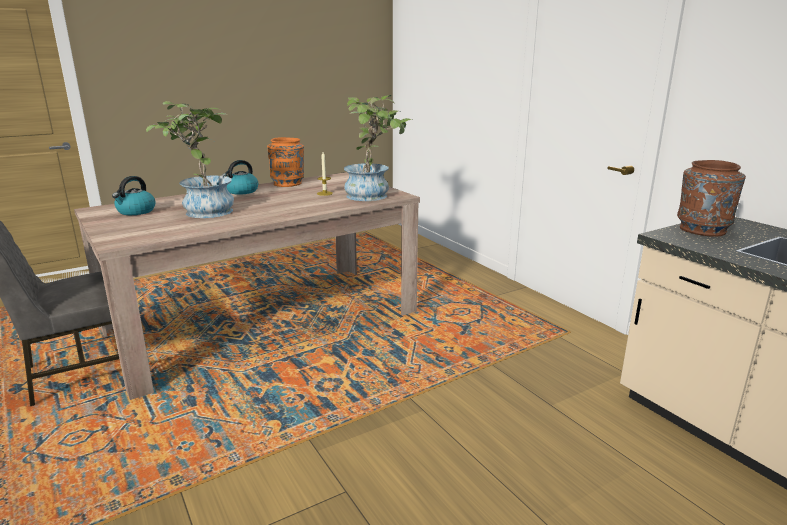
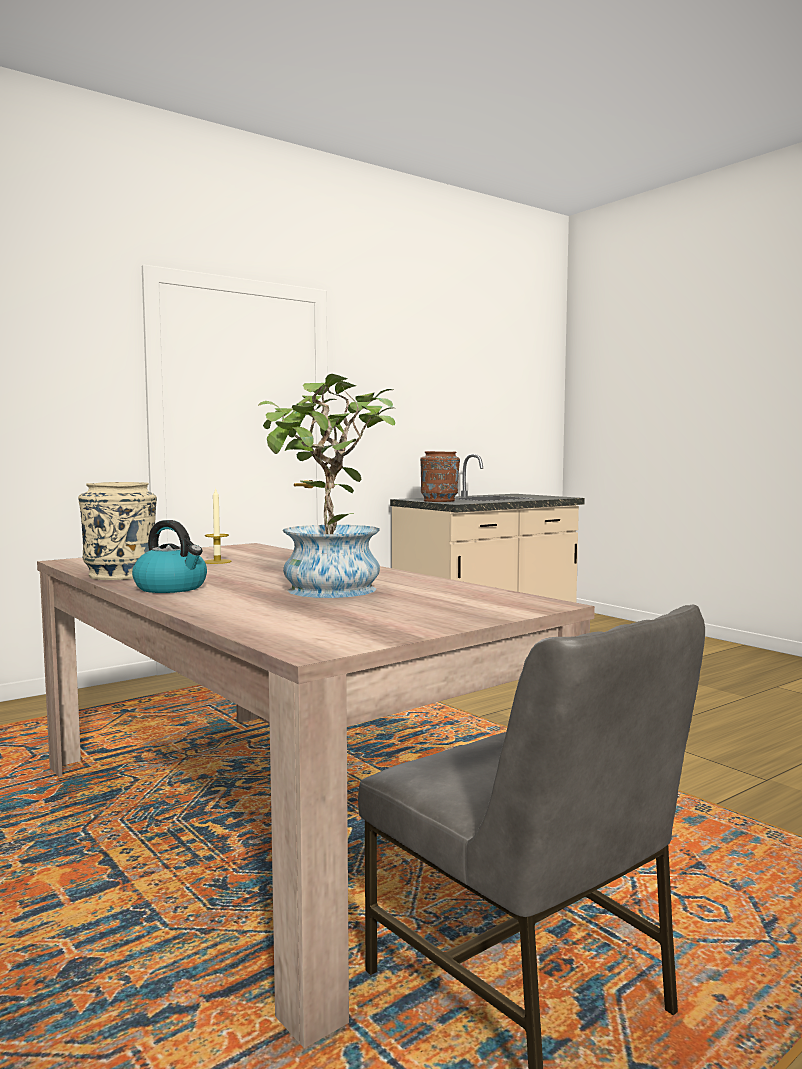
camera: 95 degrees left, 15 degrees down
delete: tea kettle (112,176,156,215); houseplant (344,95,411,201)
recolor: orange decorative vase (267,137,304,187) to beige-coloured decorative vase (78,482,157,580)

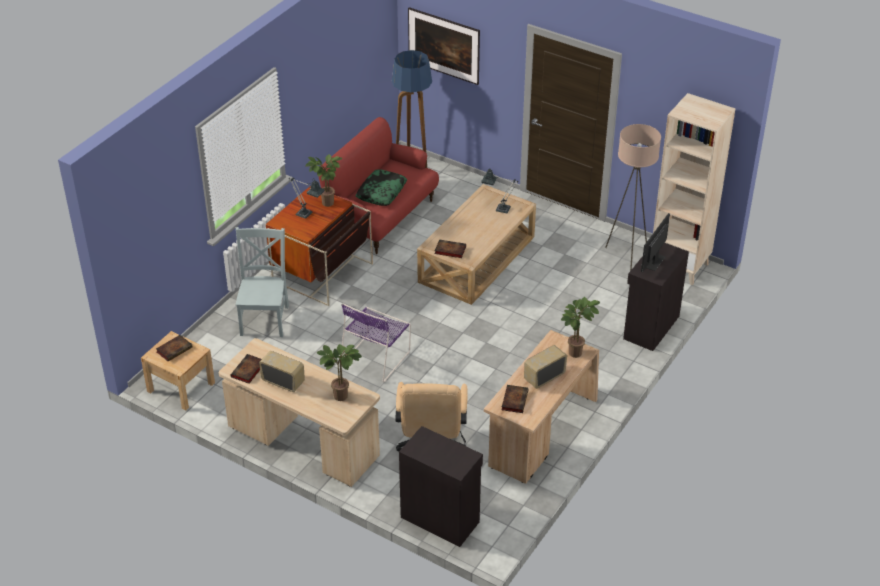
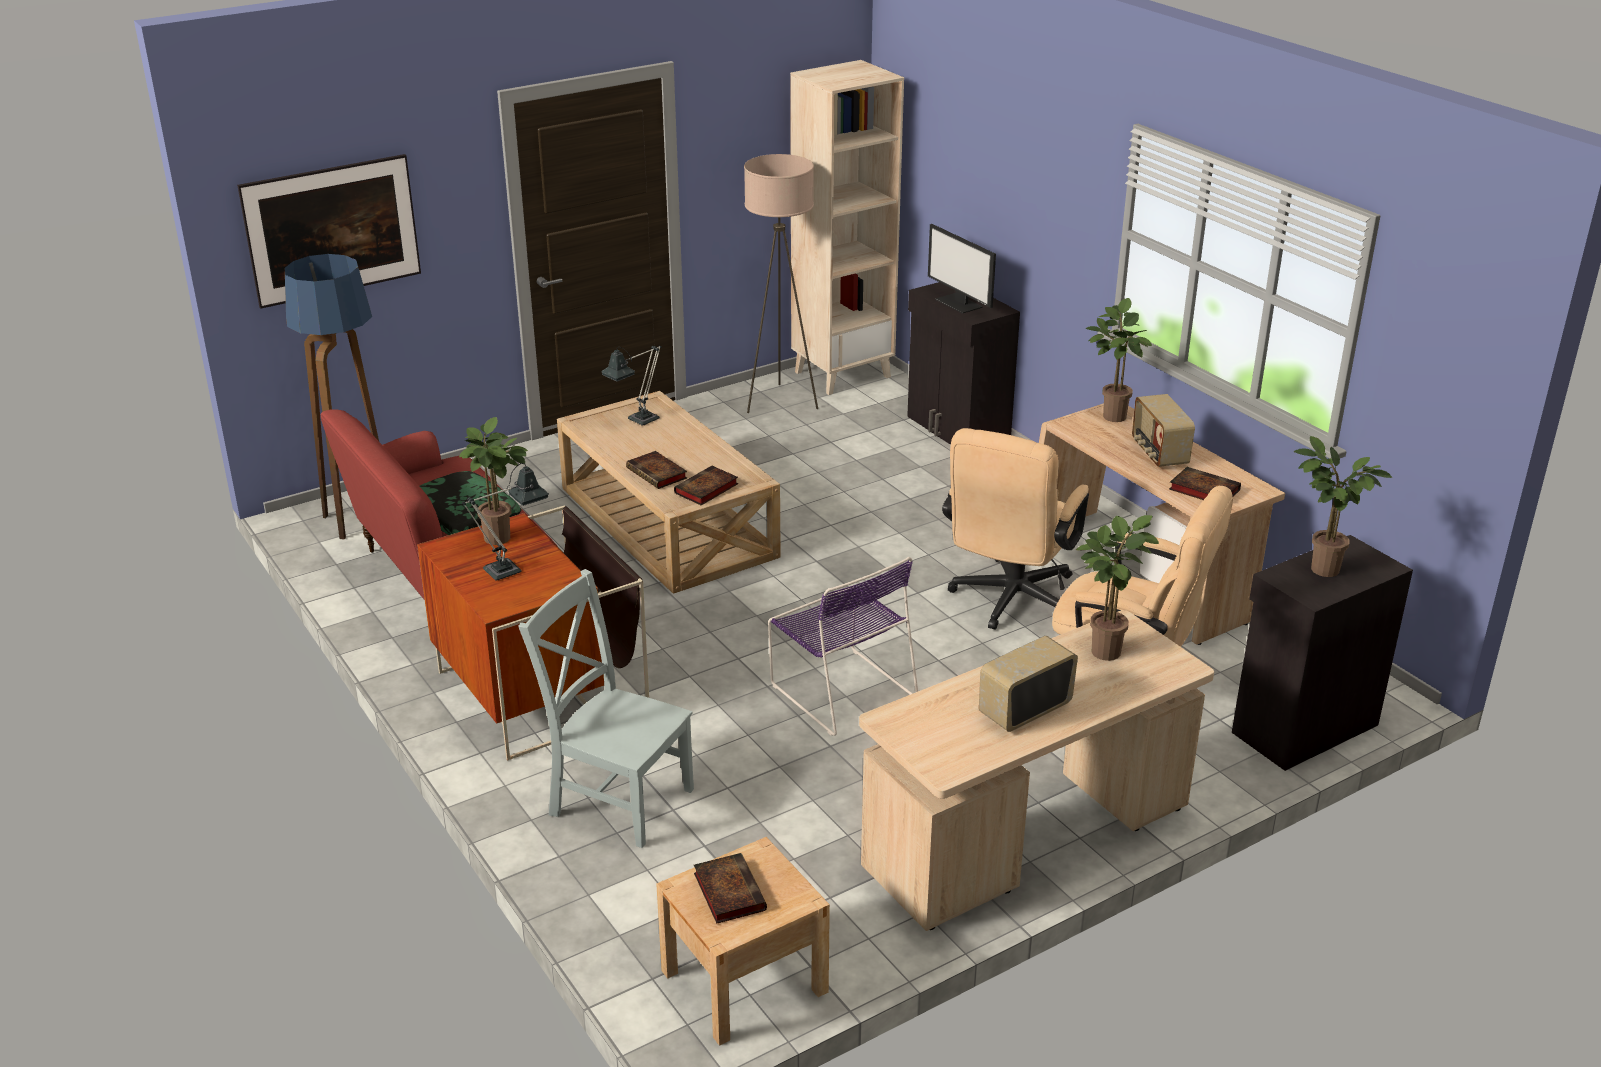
camera: 65 degrees left, 10 degrees down
insert: beige-coloured office chair (942,428,1089,630); houseplant (1294,436,1392,577)
move: book (231,354,262,384) to (626,451,687,489)

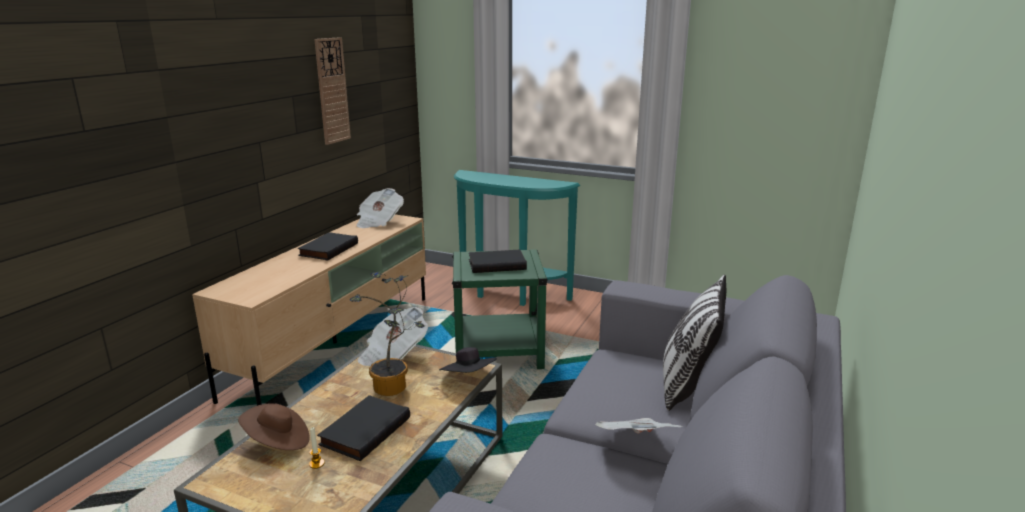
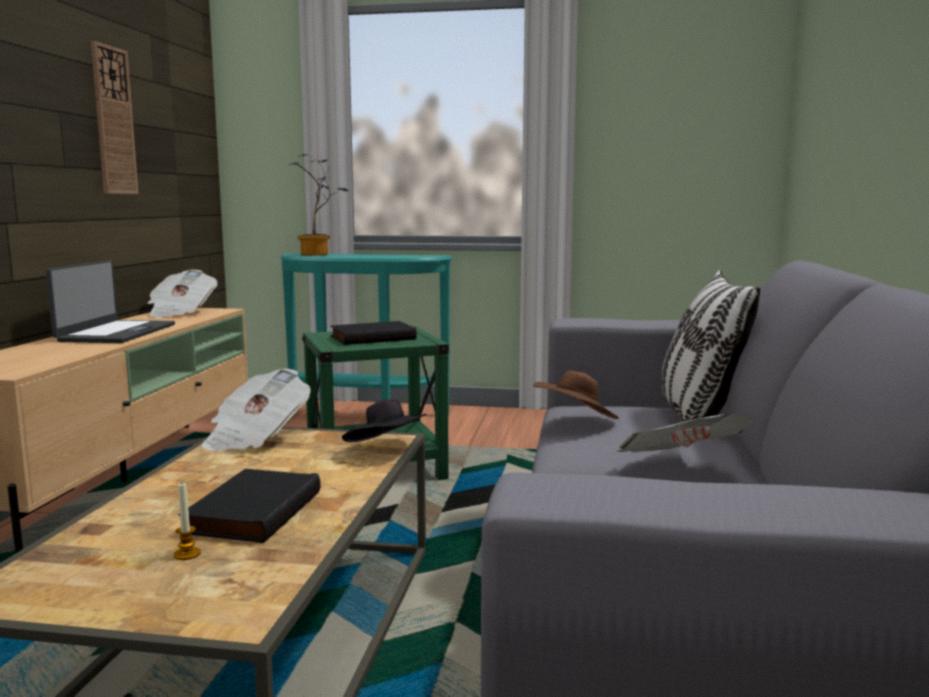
camera: 15 degrees left, 10 degrees down
move: houseplant (350,272,425,396) to (288,154,348,256); brown-coloured wearable hat (238,403,310,450) to (533,370,619,419)
replace: black book (298,232,358,260) to laptop (46,260,175,343)

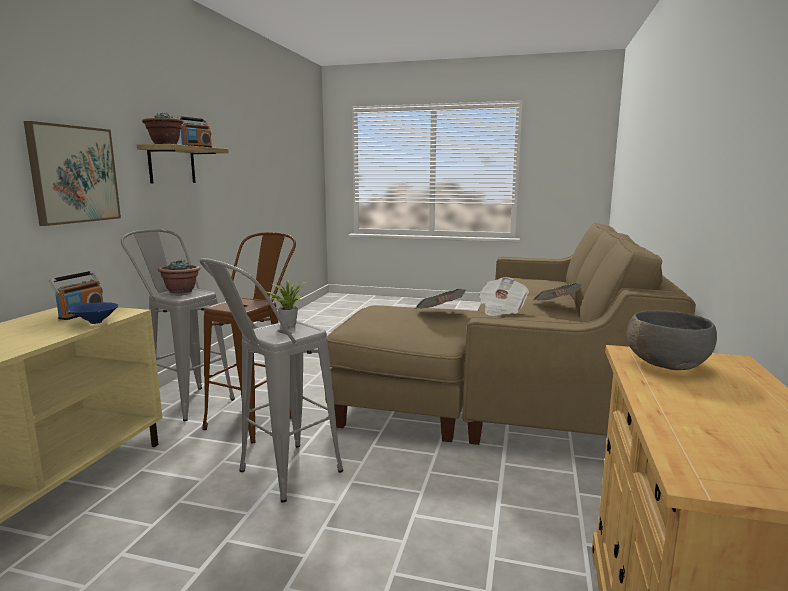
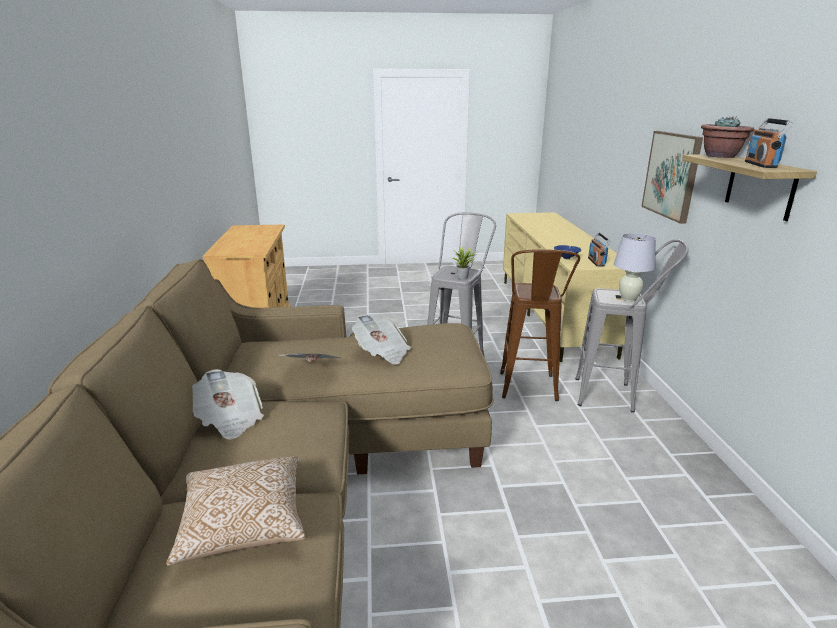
camera: 160 degrees right, 10 degrees up
delete: gray deep dish (627,310,717,370)
insert: pillow (166,456,305,566)
replace: houseplant (158,259,201,293) to whitish tabletop lamp (614,233,656,302)

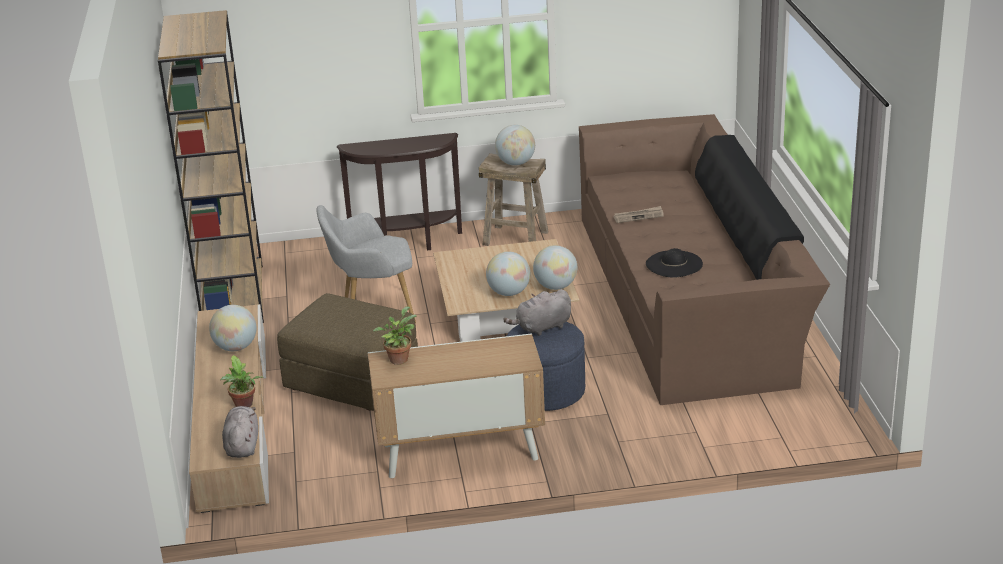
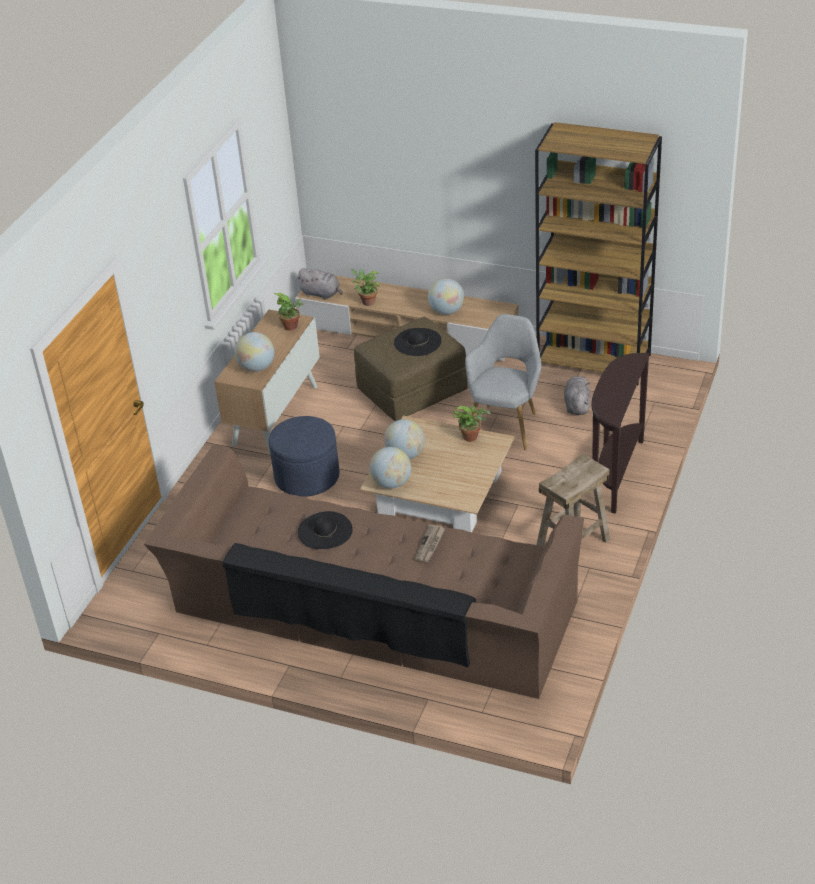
camera: 120 degrees right, 10 degrees up
insert: black wearable hat (394,328,442,356); houseplant (453,406,491,442)
move: world globe (495,125,535,166) to (235,332,274,372); gray soft toy (503,289,571,336) to (564,376,590,415)

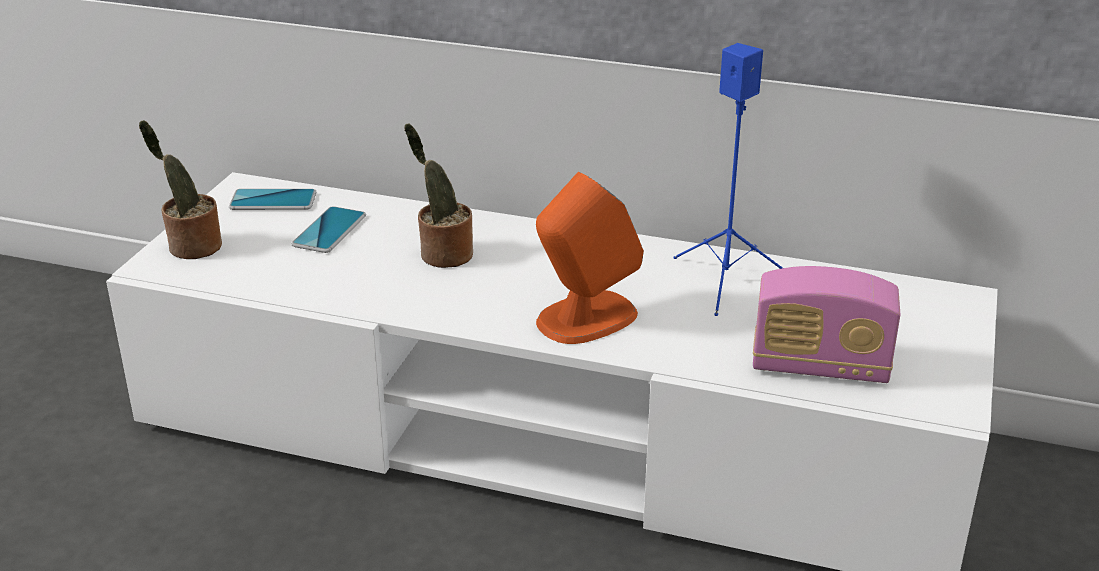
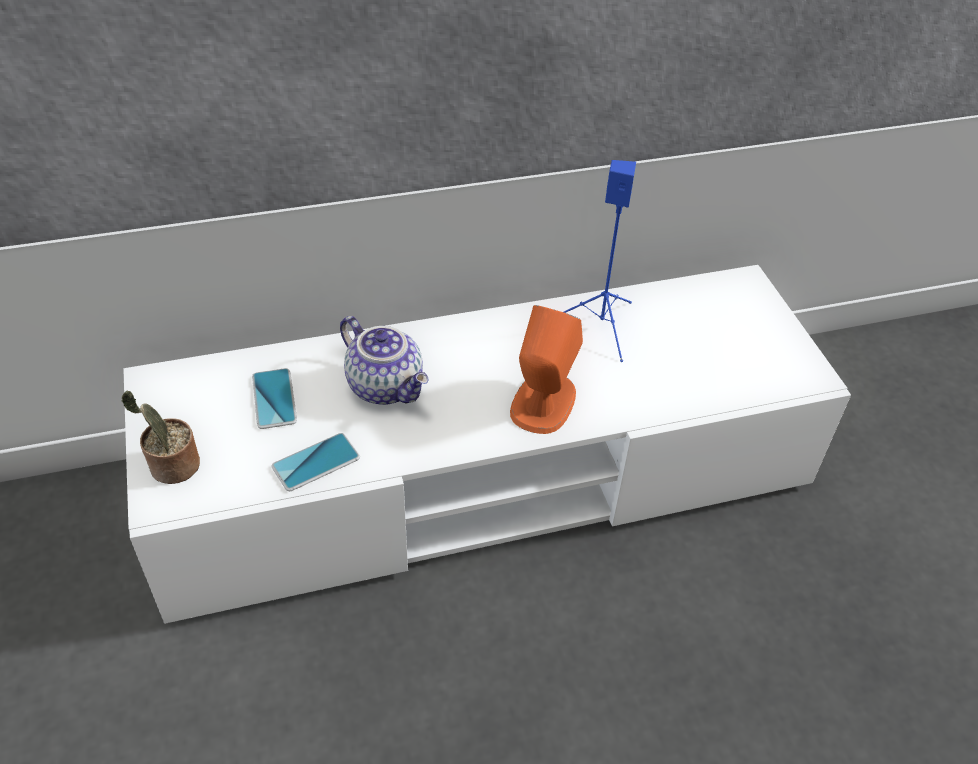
camera: 35 degrees left, 15 degrees up
delete: radio receiver (753,266,900,383)
move: telephone (229,189,316,210) to (272,433,360,491)
replace: houseplant (404,123,473,268) to teapot (340,316,428,405)

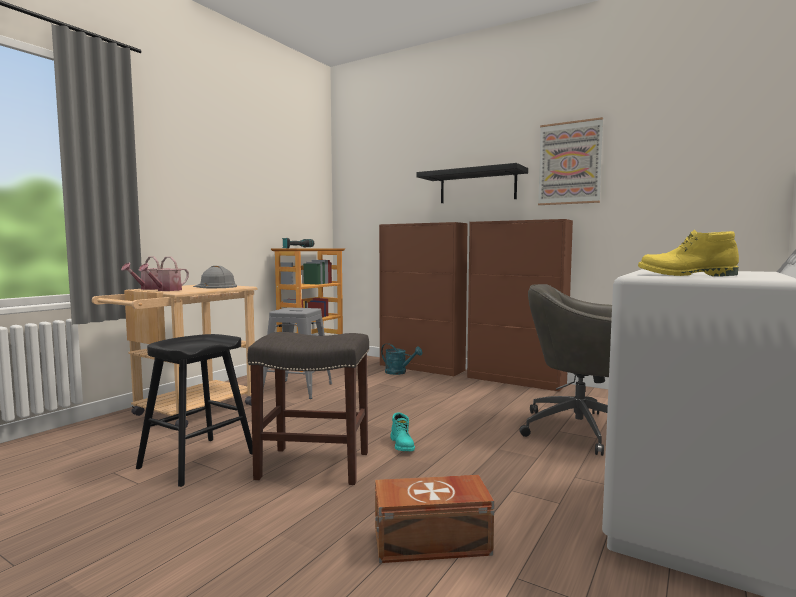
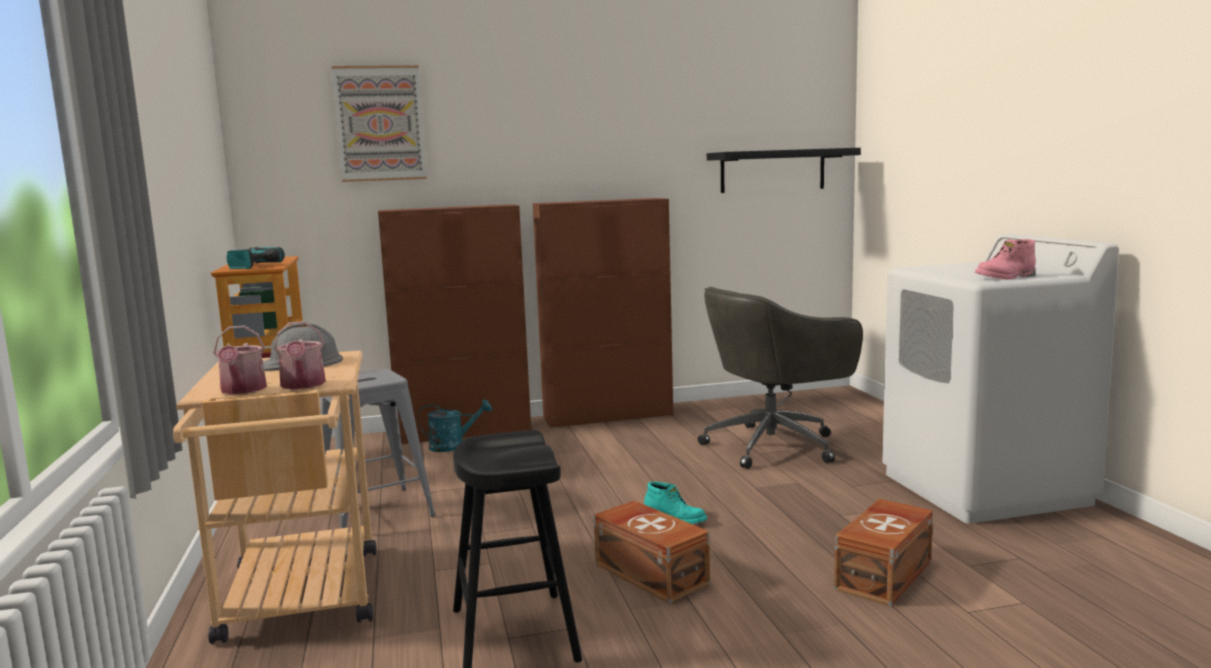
camera: 45 degrees left, 5 degrees up
move: wall art (538,117,603,205) to (332,65,427,182); black shelf (416,163,528,203) to (707,148,861,193)
replace: gray stool seat (248,332,369,485) to brown-coloured storage container (594,501,710,603)
recolor: yellowish boot (638,230,739,276) to pink-coloured boot (975,239,1036,279)

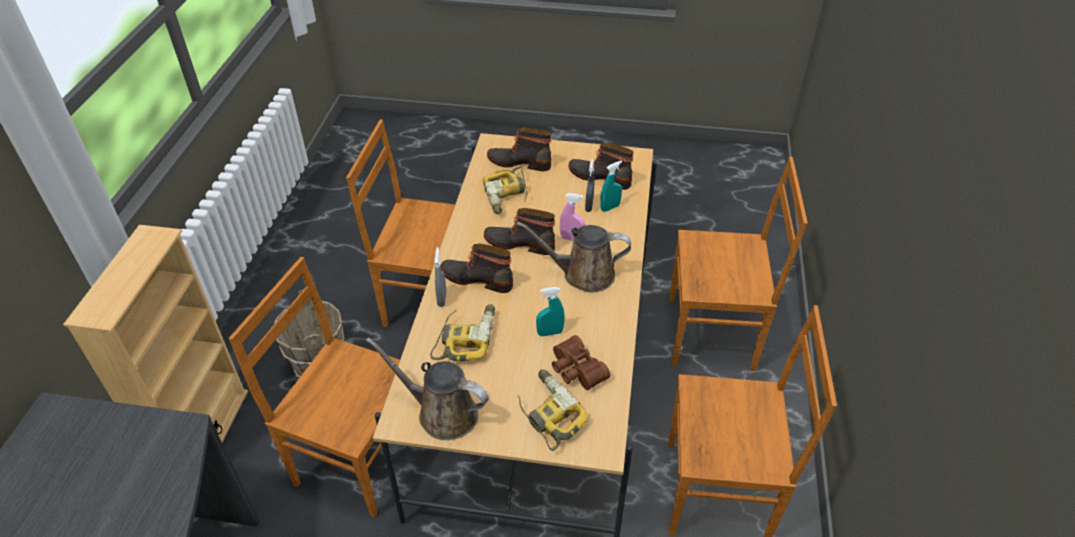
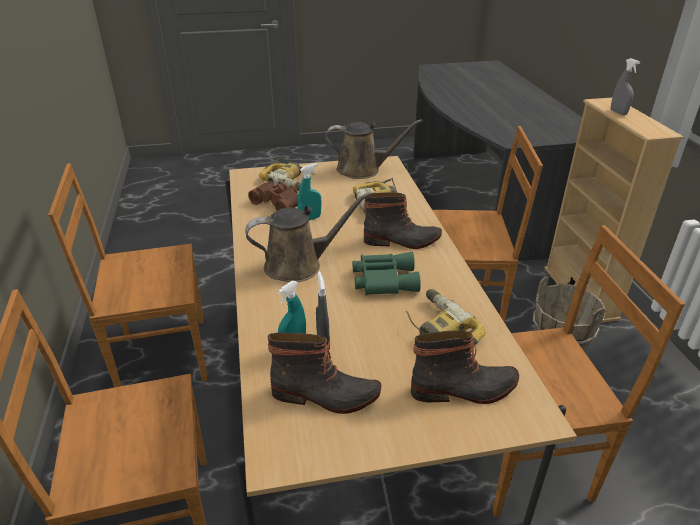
camera: 160 degrees right, 10 degrees down
delete: pink-coloured spray bottle (560,193,585,241)
move: gray spray bottle (434,247,446,307) to (611,58,640,115)
replace: boot (484,208,555,255) to green binoculars (353,252,421,295)

